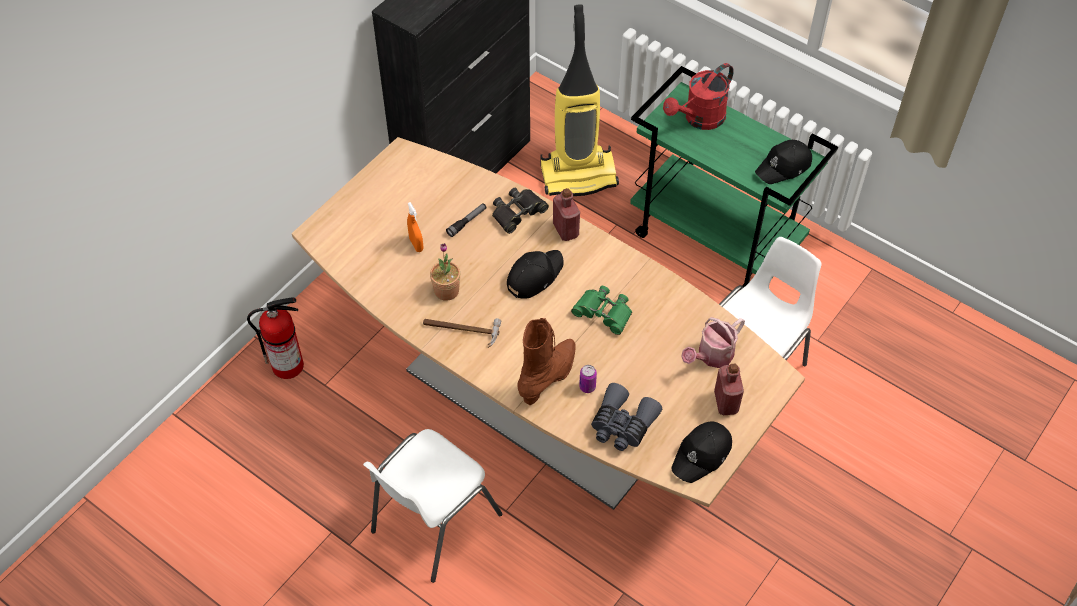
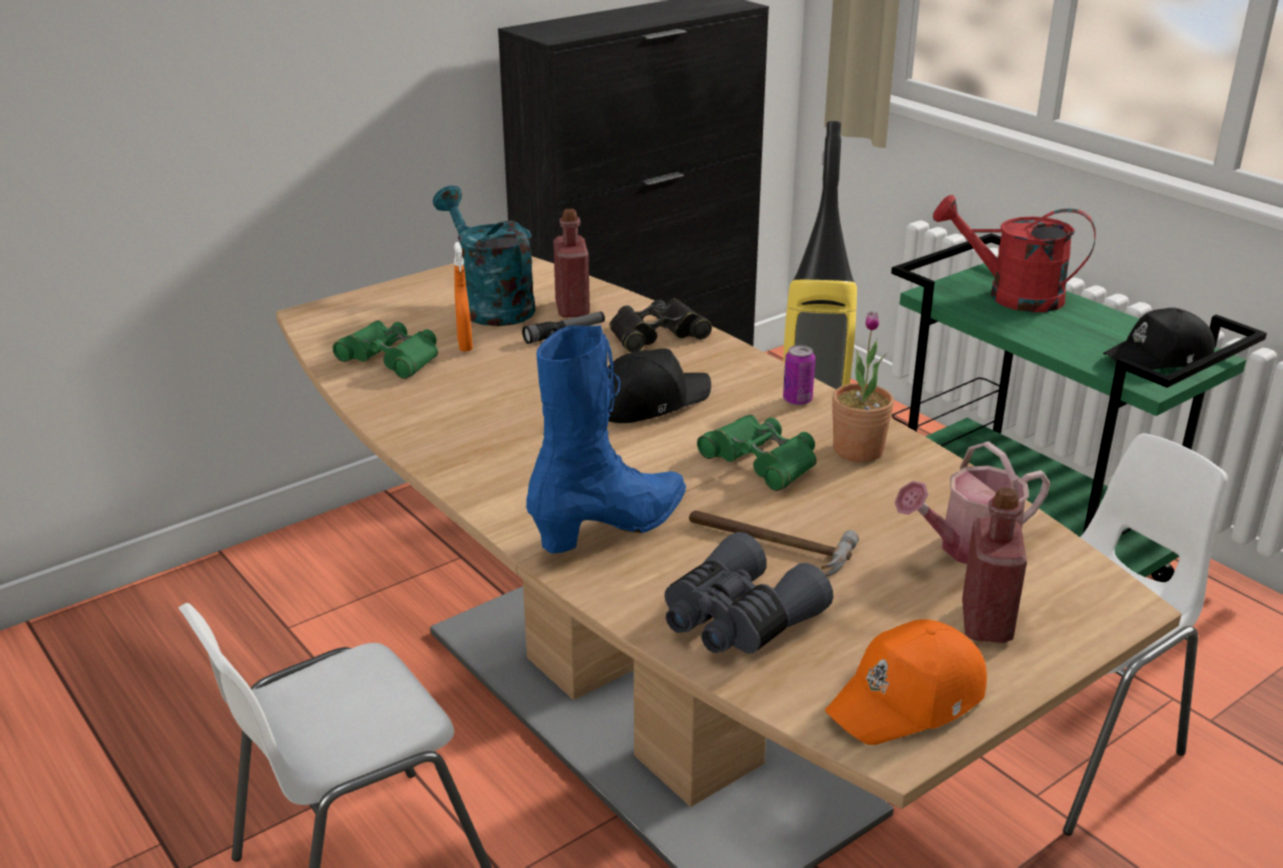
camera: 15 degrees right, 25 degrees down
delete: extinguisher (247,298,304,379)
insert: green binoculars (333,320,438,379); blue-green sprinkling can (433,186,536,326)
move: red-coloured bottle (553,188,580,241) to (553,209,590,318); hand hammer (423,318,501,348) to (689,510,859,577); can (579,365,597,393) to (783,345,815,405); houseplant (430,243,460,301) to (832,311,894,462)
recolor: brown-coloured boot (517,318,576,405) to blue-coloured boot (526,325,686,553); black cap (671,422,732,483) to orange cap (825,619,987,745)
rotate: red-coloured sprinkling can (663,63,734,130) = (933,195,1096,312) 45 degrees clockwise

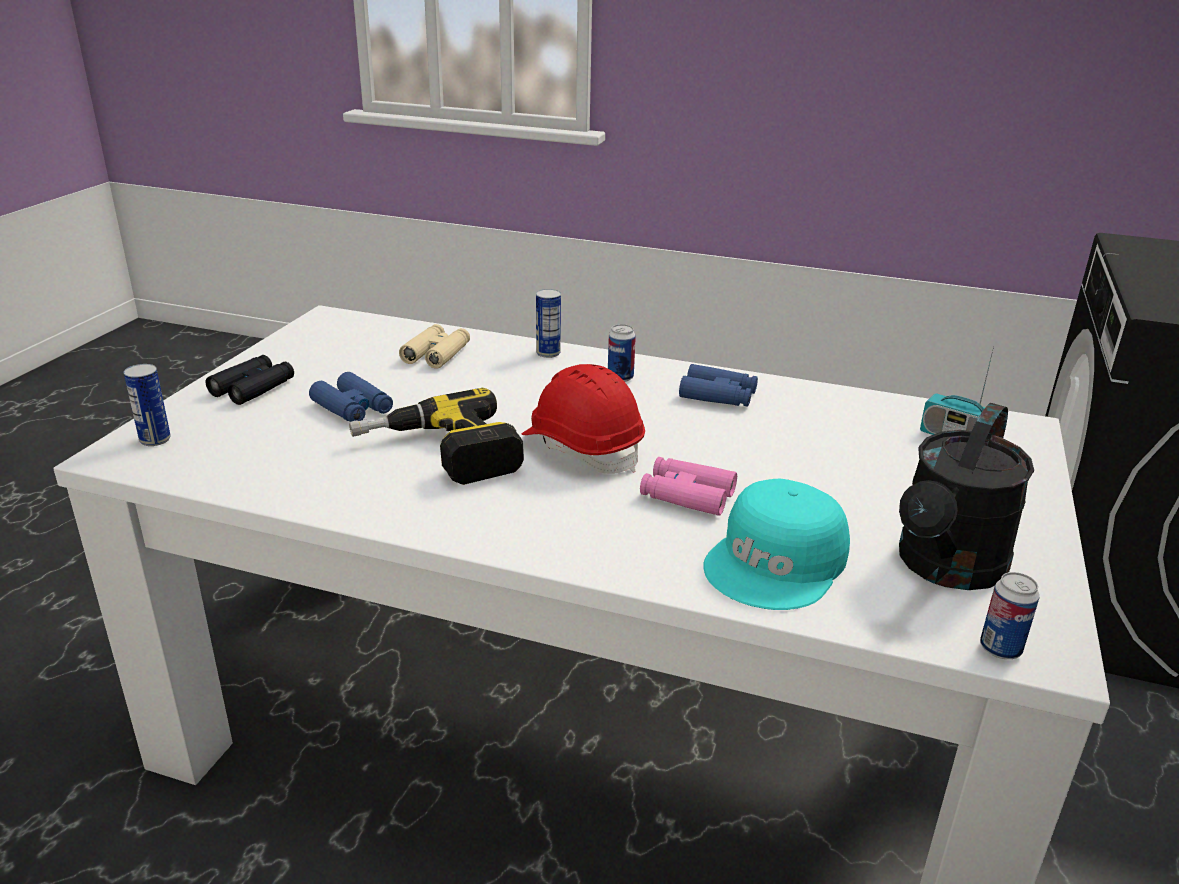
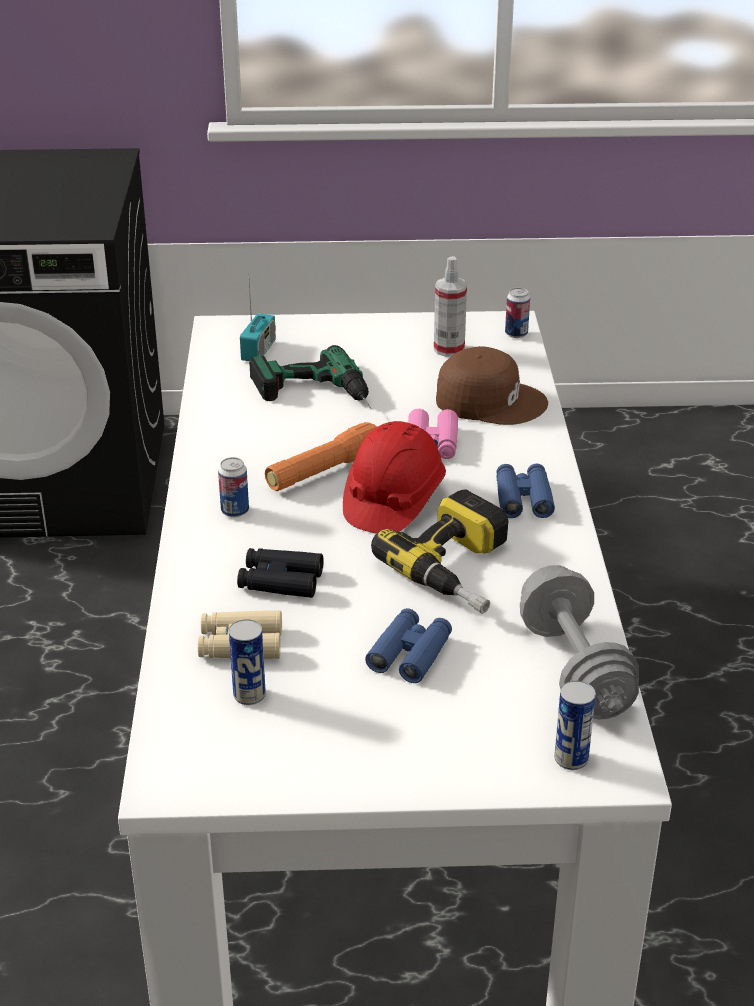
camera: 110 degrees left, 5 degrees up
insert: power drill (249,345,371,409); orange torch (265,422,377,491); gray hand weight (520,565,639,720)
move: can (536,289,561,358) to (229,619,266,705); black binoculars (205,355,294,405) to (237,548,323,598); blue-coloured binoculars (679,364,758,407) to (496,464,555,518)
replace: black sprinkling can (899,403,1034,590) to spray bottle (434,256,467,357)
recolor: blue-green cap (704,479,850,610) to brown-coloured cap (436,346,548,425)

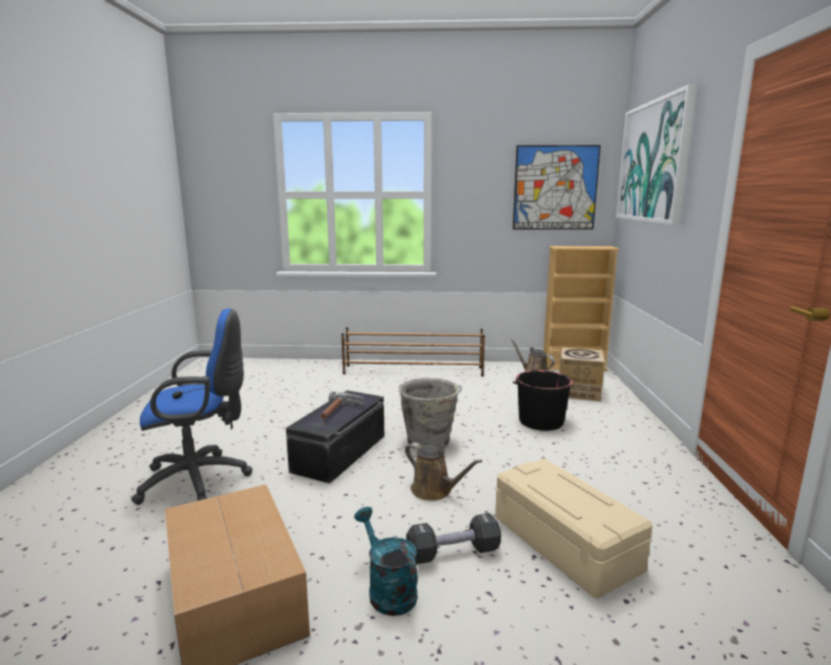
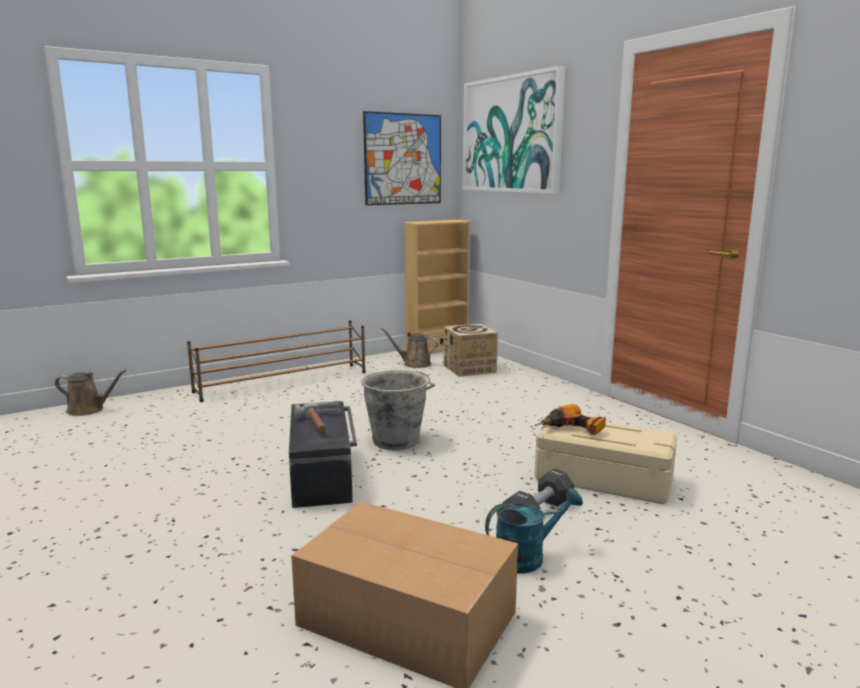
camera: 35 degrees left, 0 degrees up
delete: blue-coloured office chair (131,309,252,505); black water bucket (513,370,573,431)
insert: power drill (535,404,606,435)
move: brown-coloured sprinkling can (405,442,482,501) to (55,370,127,416)
rotate: blue-green sprinkling can (354,507,418,616) = (485,488,583,574) 135 degrees clockwise

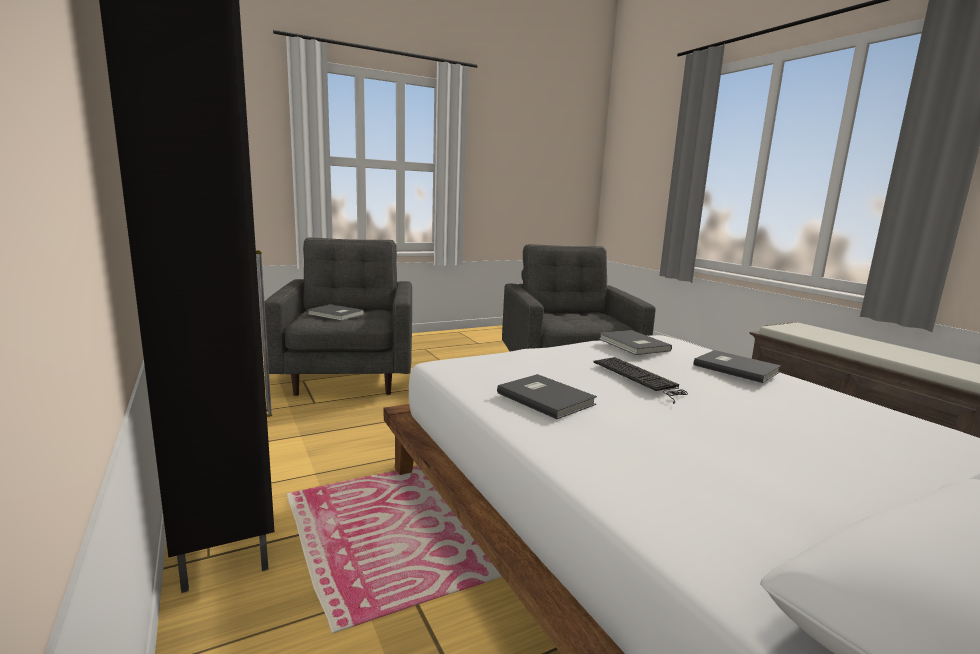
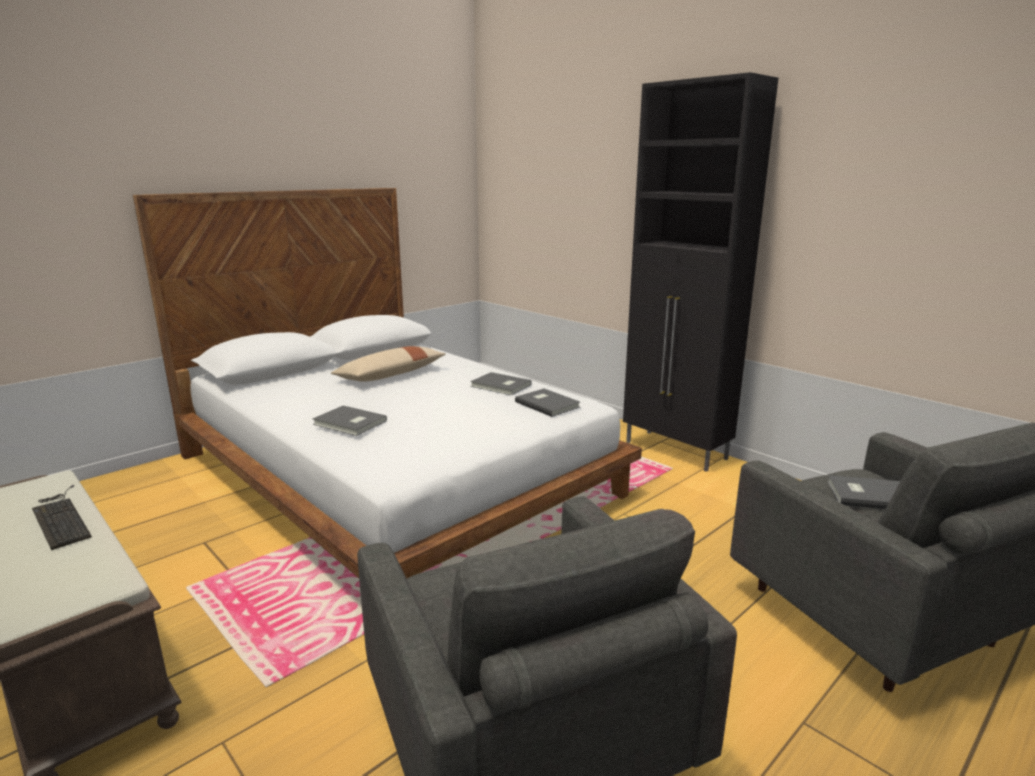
camera: 165 degrees right, 5 degrees up
insert: beige-coloured pillow (331,346,446,382)
move: computer keyboard (593,357,688,404) to (32,485,92,550); gray book (599,330,672,355) to (515,389,580,417)

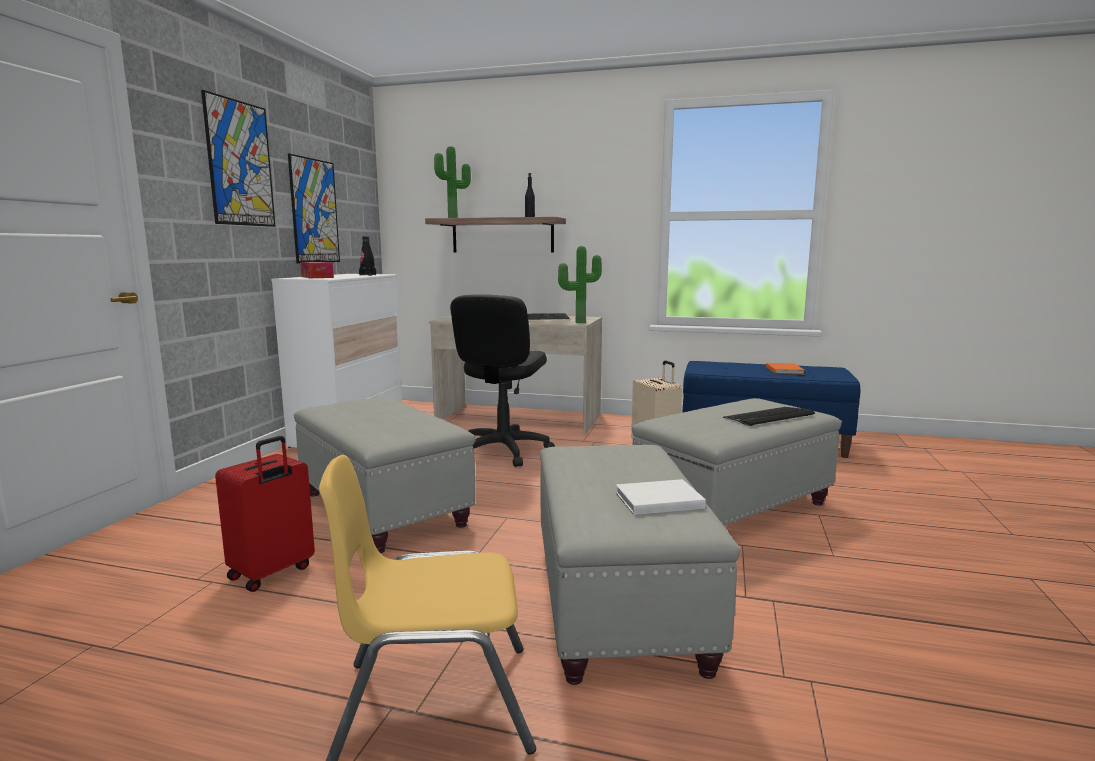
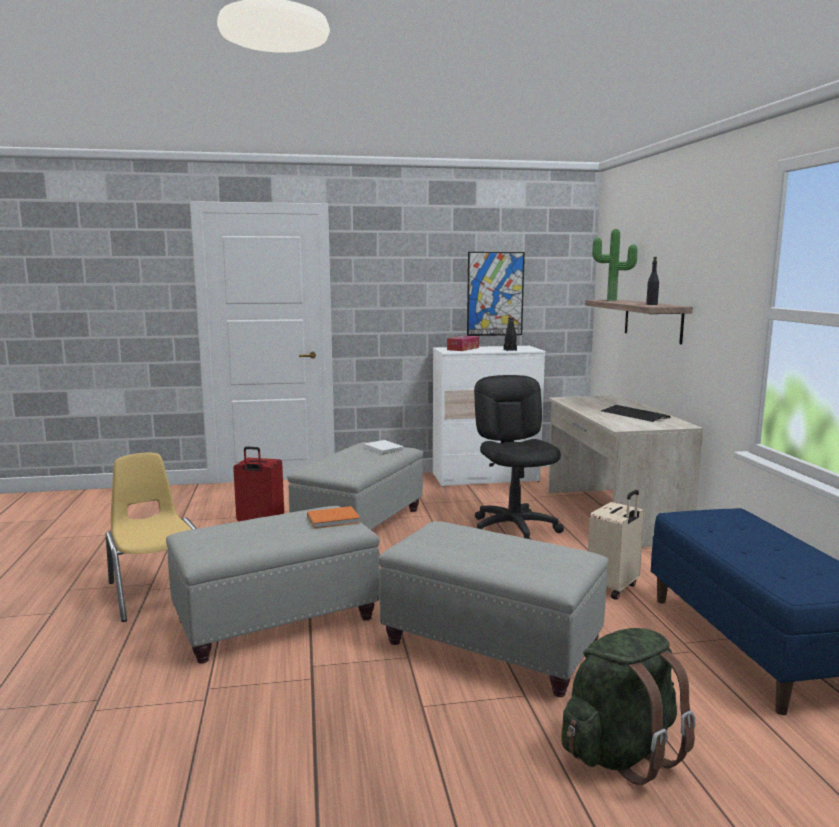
camera: 65 degrees right, 0 degrees up
delete: wall art (201,90,276,227); houseplant (558,246,602,323); computer keyboard (723,407,815,426)
insert: green backpack (561,628,696,785)
move: orange book (766,363,804,375) to (307,506,360,529); whitish book (616,479,706,515) to (364,440,404,455)
rotate: black office chair (450,294,555,467) = (474,375,564,540) 90 degrees clockwise

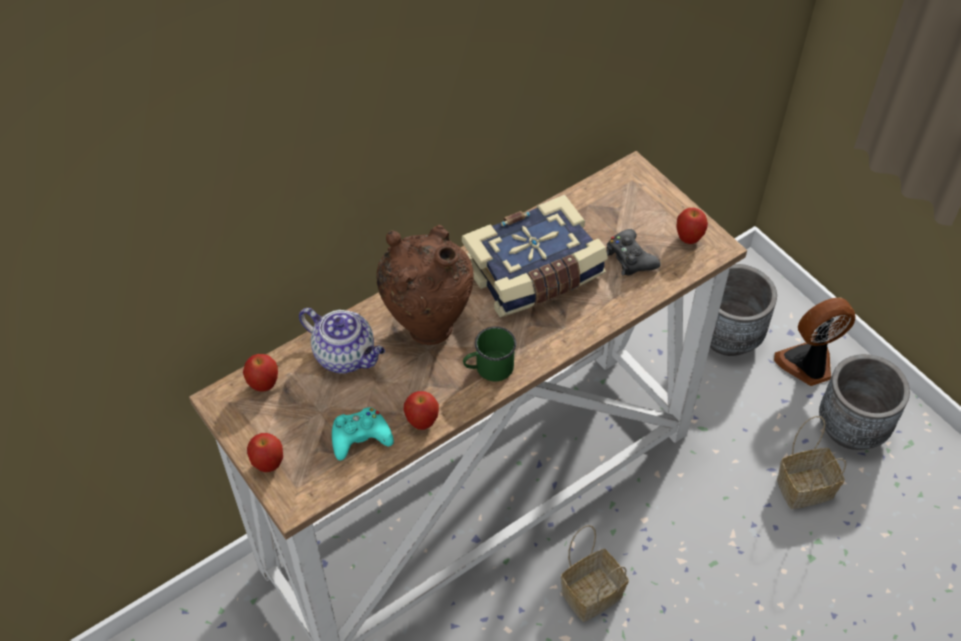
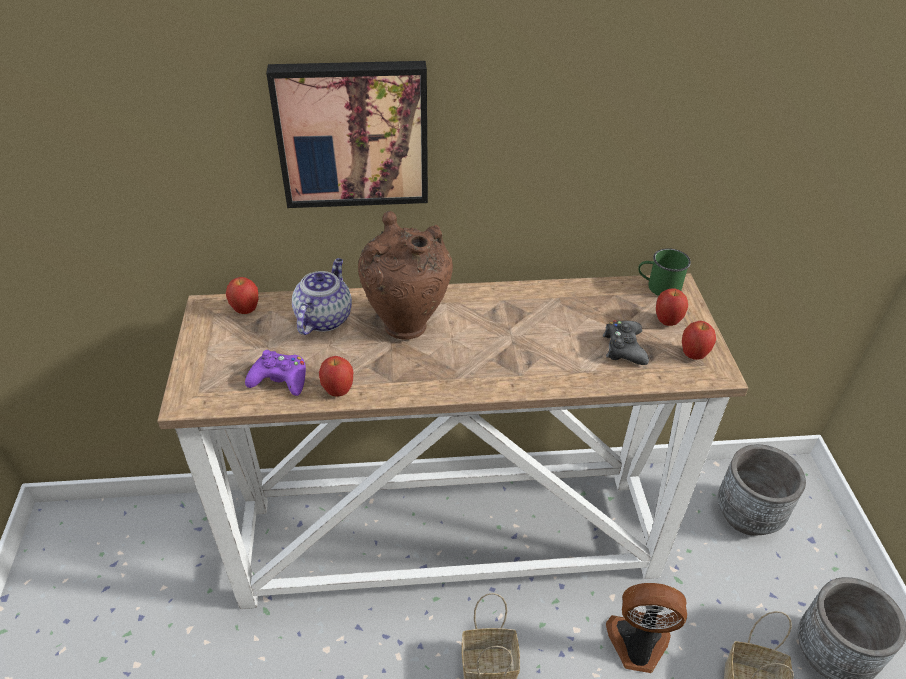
camera: 30 degrees right, 10 degrees down
delete: book (462,195,608,318)
insert: wall art (266,61,428,208)
move: electric fan (774,297,855,386) to (606,583,687,673); green tea mug (463,326,516,381) to (639,248,691,296); apple fruit (247,433,283,472) to (656,288,688,326)
recolor: blue-green gamepad (332,407,394,460) to purplish gamepad (245,350,306,396)
rotate: teapot (299,308,385,374) = (292,258,352,335) 135 degrees counterclockwise

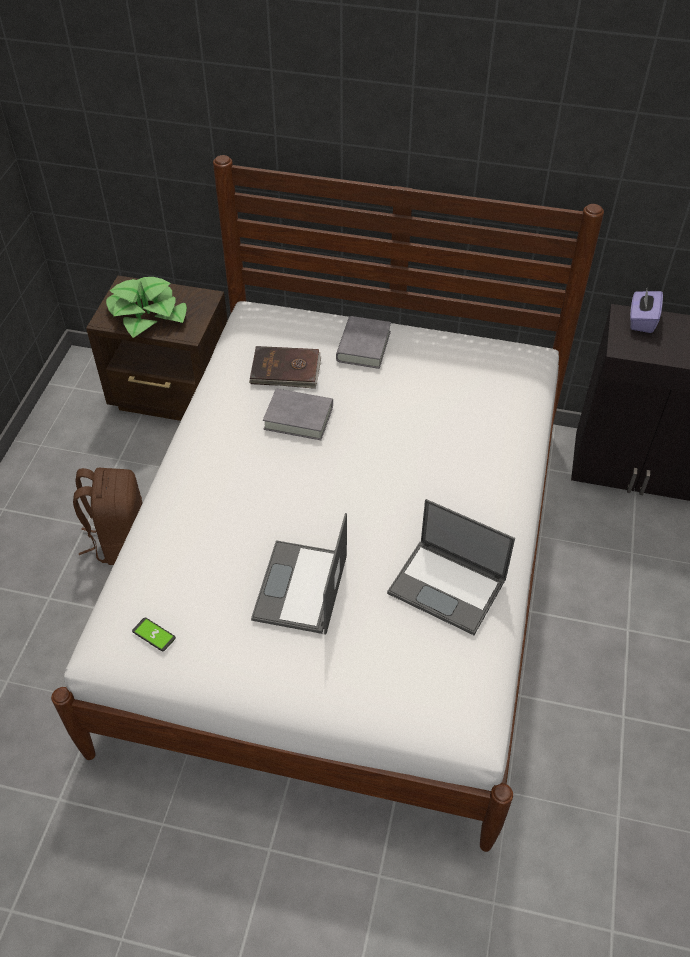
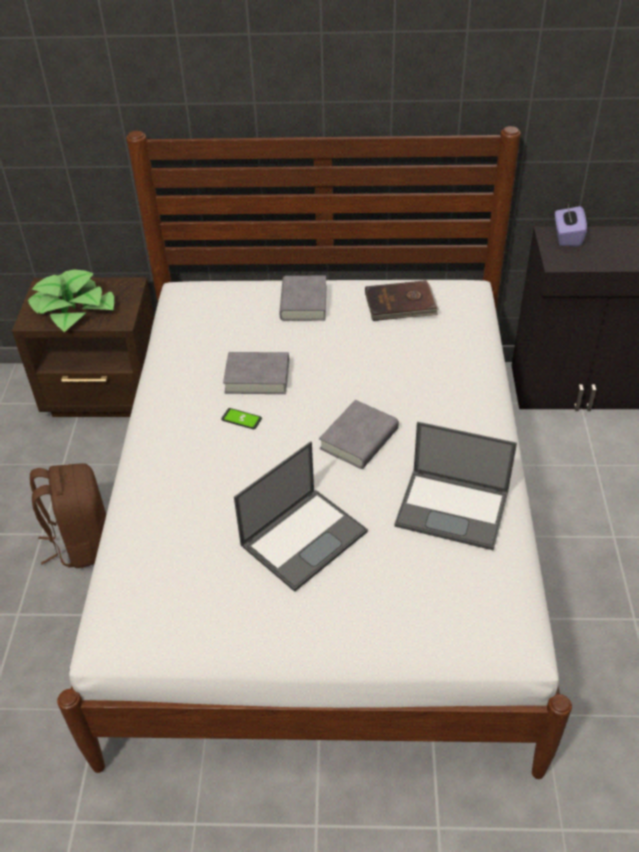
camera: 10 degrees left, 5 degrees down
insert: gray book (319,400,399,469)
move: telephone (132,617,176,651) to (221,408,262,429); brown-coloured book (249,346,321,389) to (365,280,439,321)
rotate: laptop (251,513,347,635) = (234,441,368,592) 135 degrees counterclockwise

